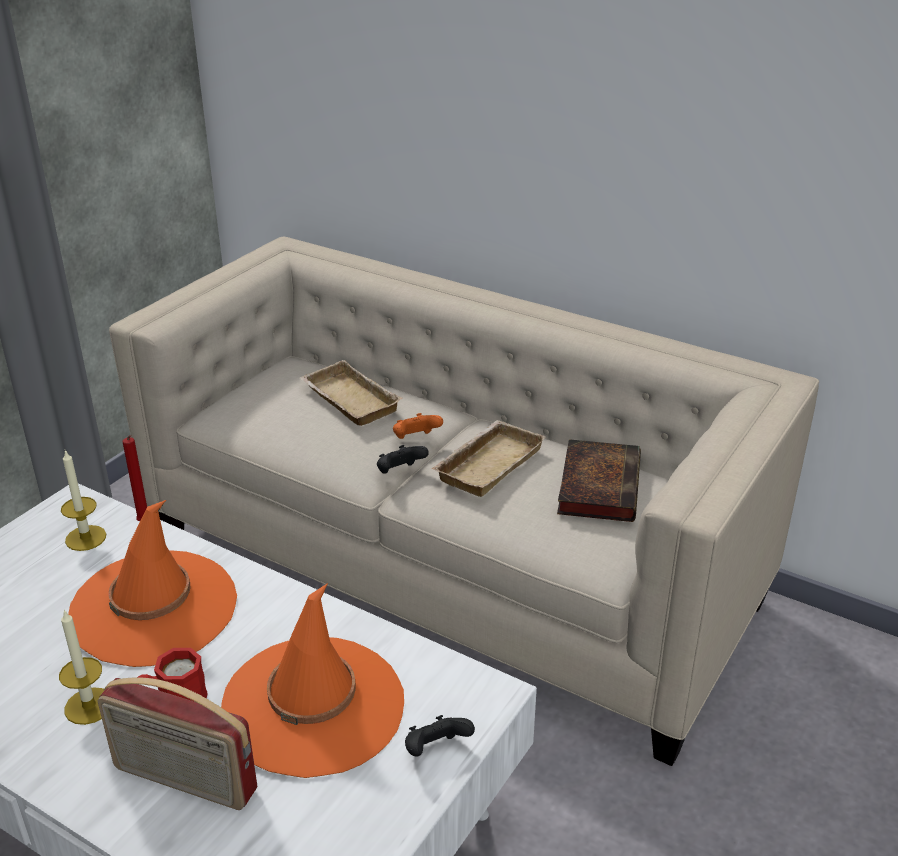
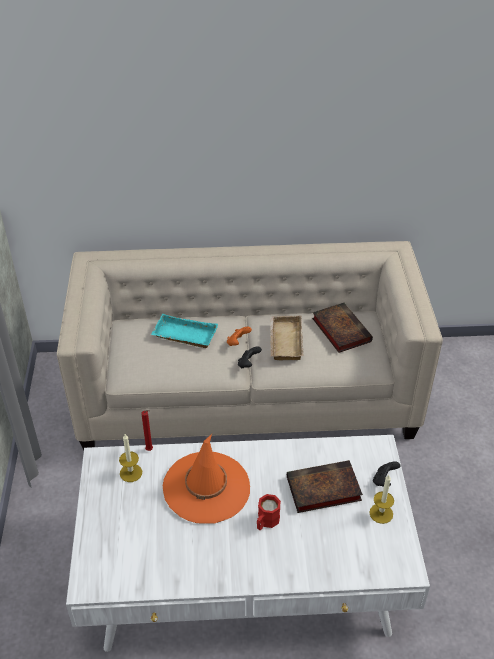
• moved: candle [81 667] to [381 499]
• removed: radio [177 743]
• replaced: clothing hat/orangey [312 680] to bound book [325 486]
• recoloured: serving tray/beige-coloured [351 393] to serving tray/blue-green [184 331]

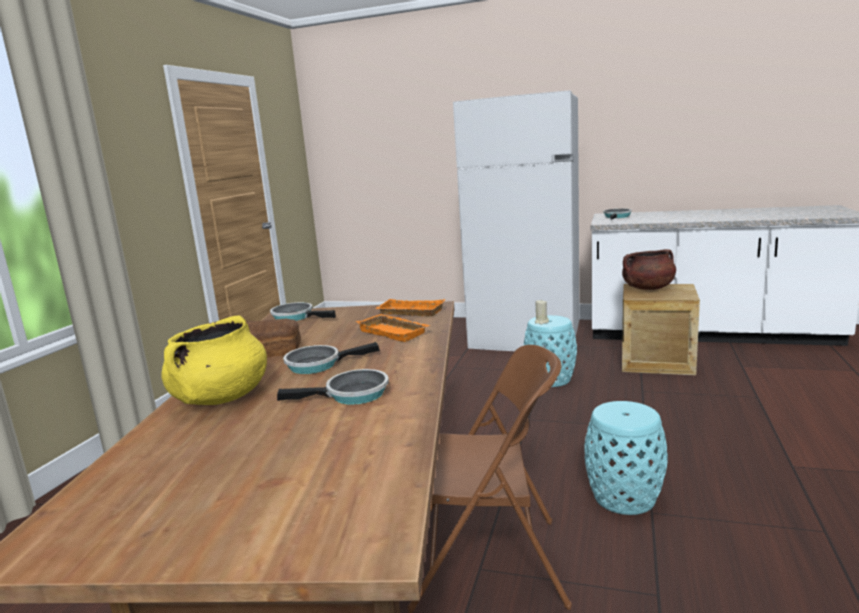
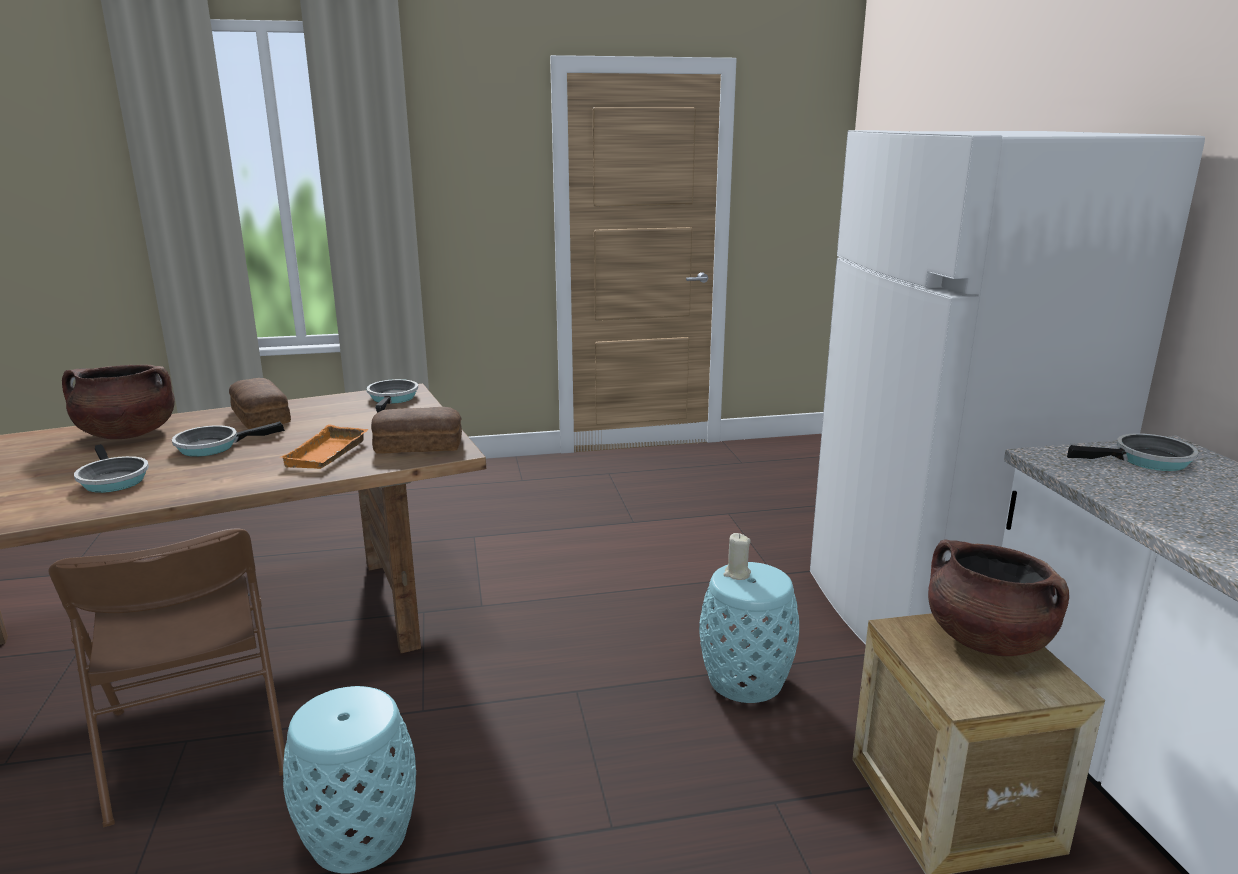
• recoloured: stockpot/yellow-coloured [214 360] to stockpot/brownish [118 402]
• turned: frying pan [331 358] = [228 439] 75 degrees counterclockwise
• replaced: serving tray/orangey [410 308] to bread [416 430]

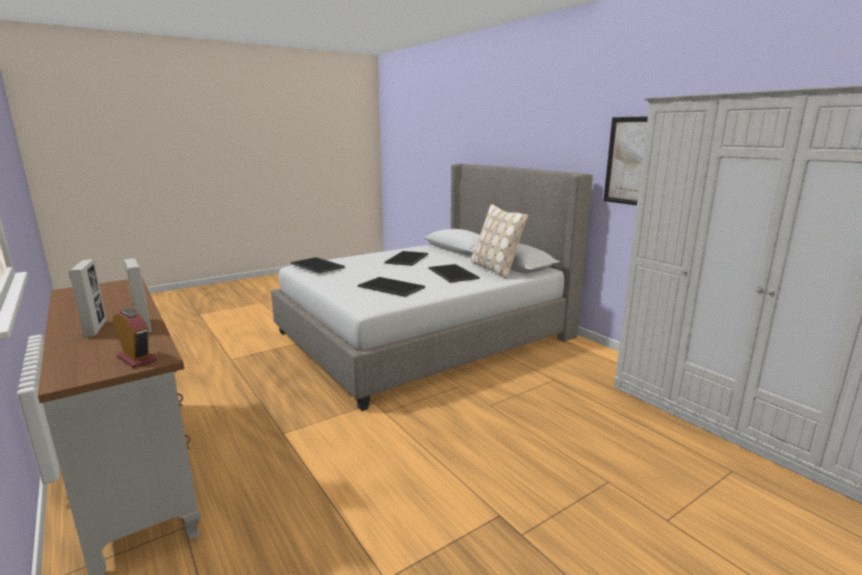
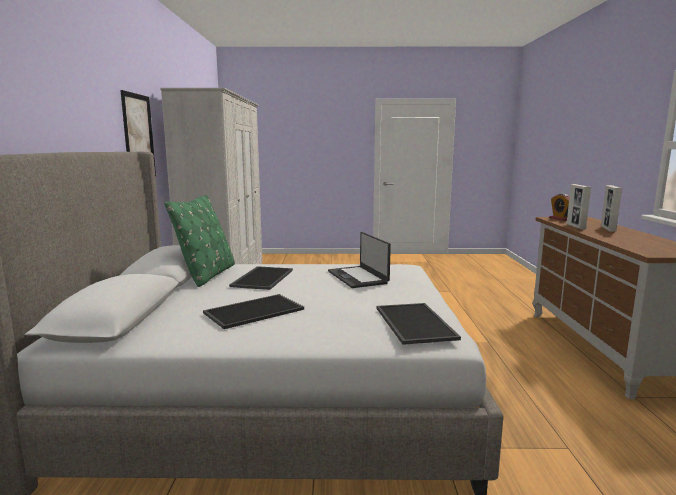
• replaced: serving tray [391 287] to laptop [359 260]
• recoloured: cushion/beige-coloured [499 241] to cushion/green-coloured [199 241]

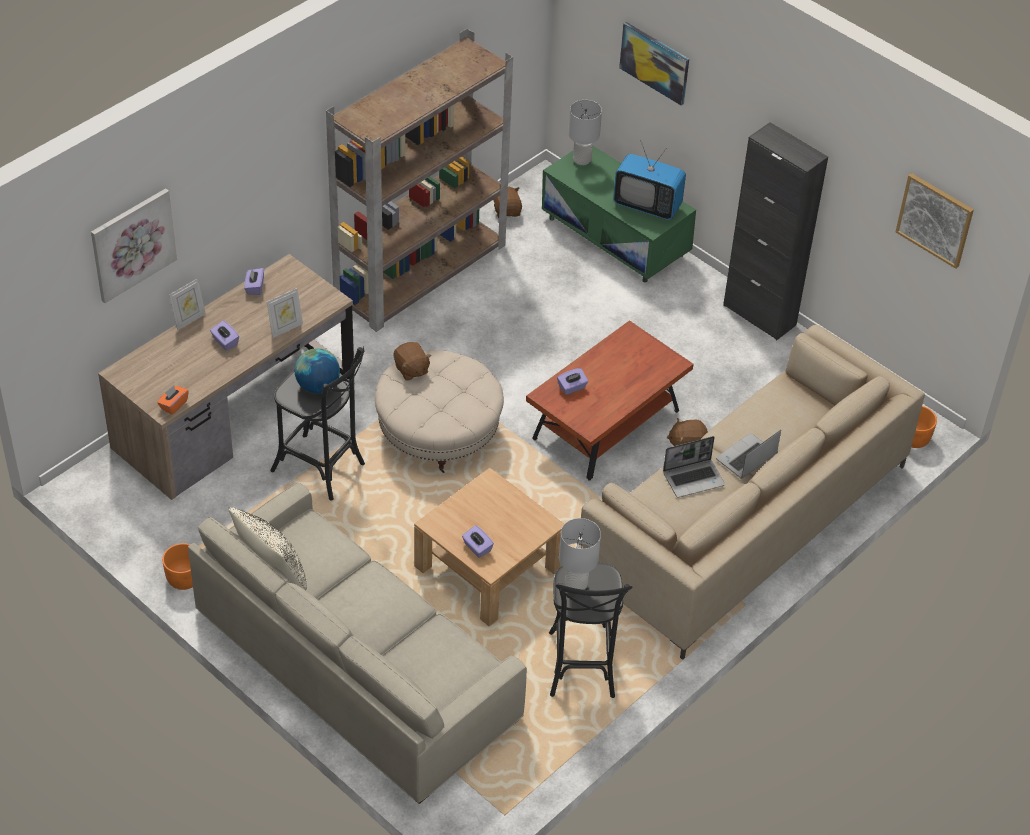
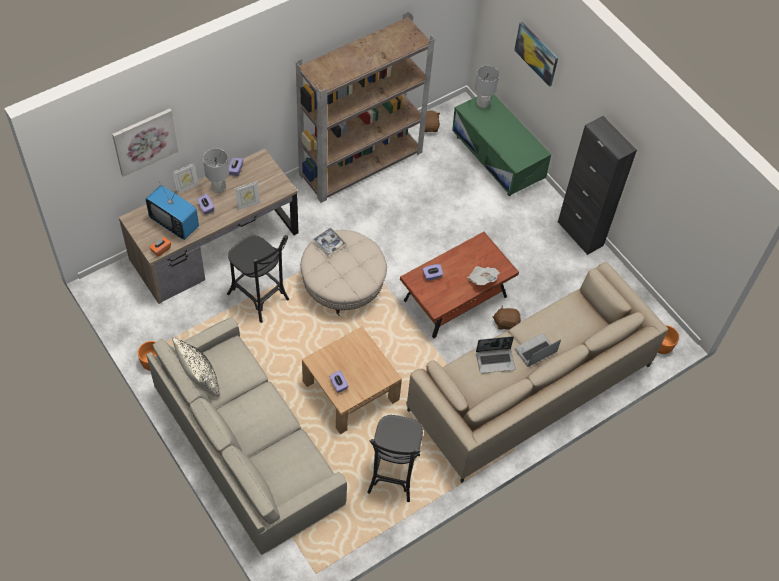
• removed: world globe [317 370]
• replaced: cuddly toy/brownish [412 361] to serving tray [329 242]
• moved: lamp for a table/grey [580 554] to [216 170]
• moved: television [649 180] to [172 211]
• removed: wall picture [934 221]
• added: printed paper [483 275]

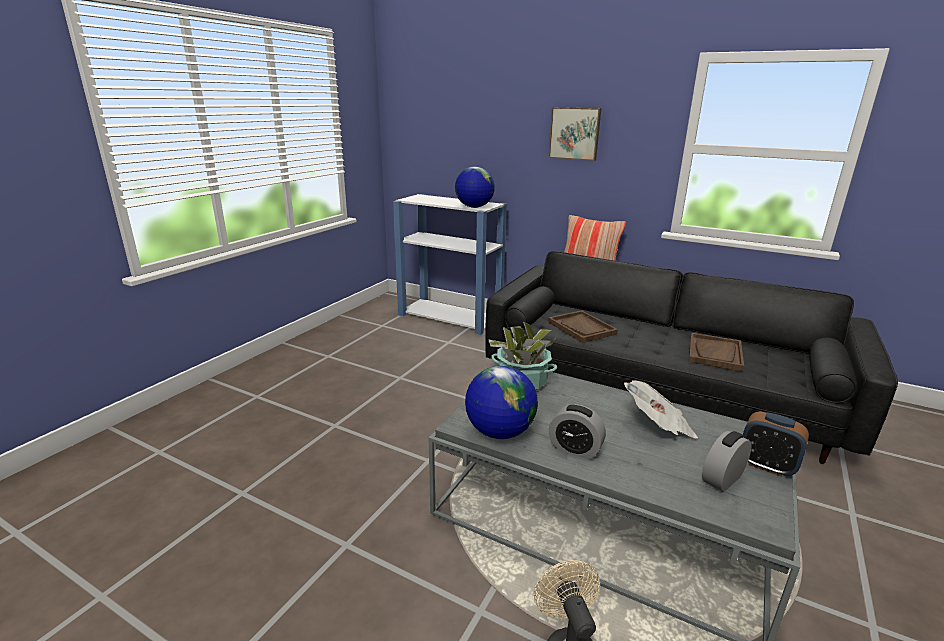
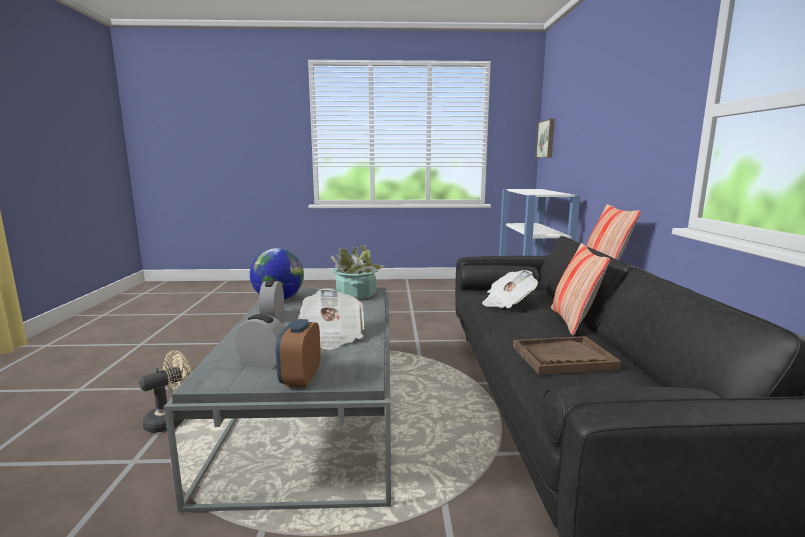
• removed: world globe [475 187]
• moved: wall picture [574 134] to [545 138]
• replaced: serving tray/brownish [583 326] to printed paper [510 289]
• added: cushion [580 289]

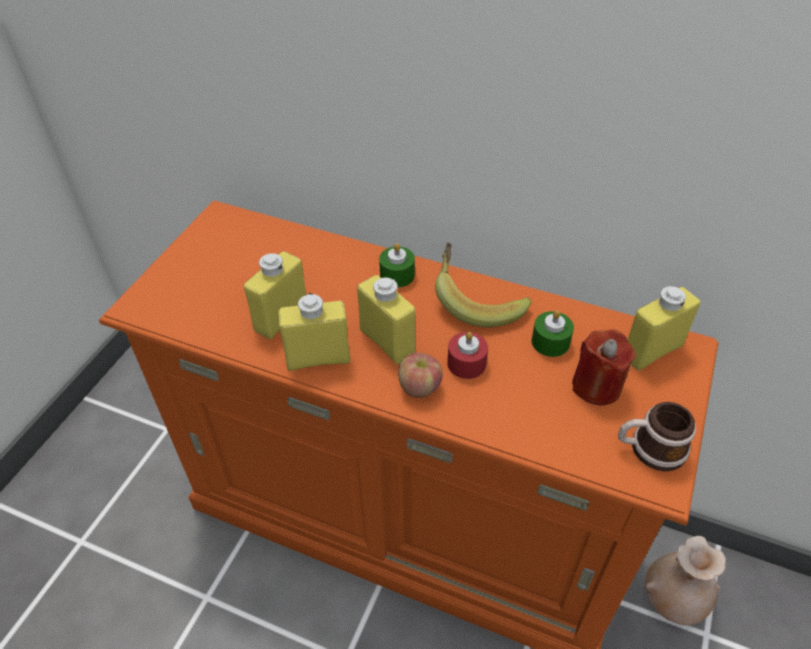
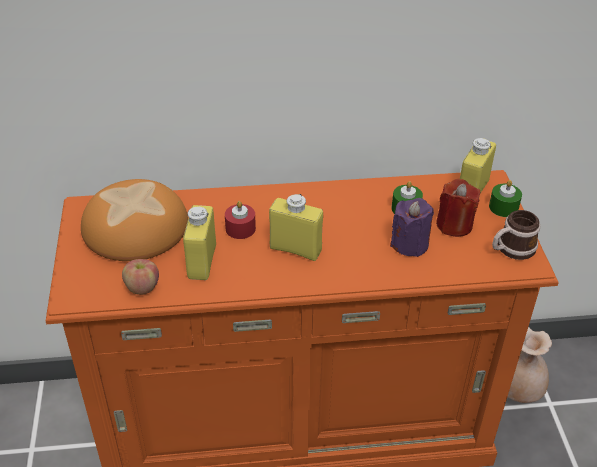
• removed: drink bottle/yellow-coloured [314 332]
• moved: candle/green-coloured [397 265] to [505 198]
• moved: apple fruit [420 375] to [140 277]
• removed: whole banana [483 284]
• moved: candle/red [467 355] to [240 220]
• added: bread [134 220]
• added: candle/purplish [412 227]

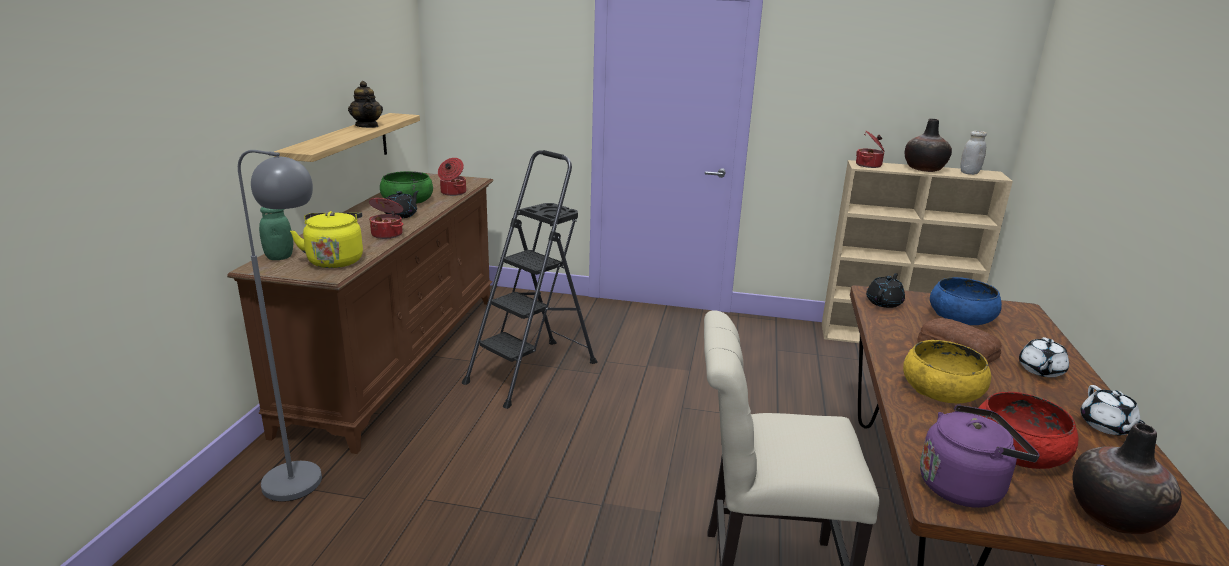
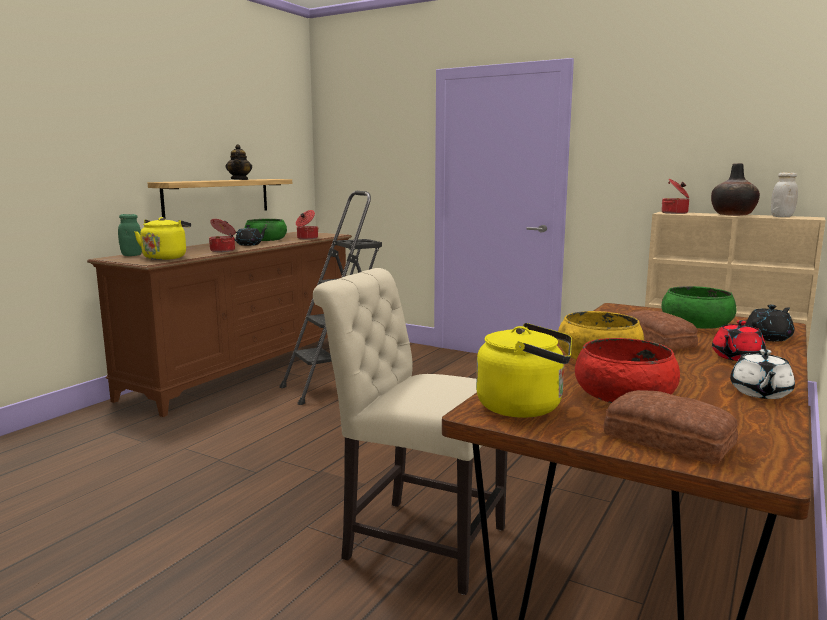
• removed: standing lamp/grey [280 326]
• moved: pot for tea/blackish [885 290] to [769 323]
• recoloured: tea kettle/purplish [980 456] to tea kettle/yellow-coloured [524 370]
• recoloured: serving bowl/bluish [966 301] to serving bowl/green-coloured [699 307]
• recoloured: pot for tea/white-coloured [1044 357] to pot for tea/red [739 340]
• replaced: decorative vase [1127 478] to bread [671 427]

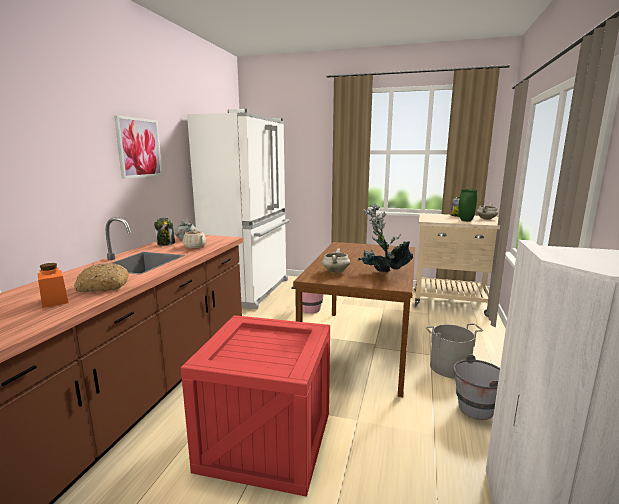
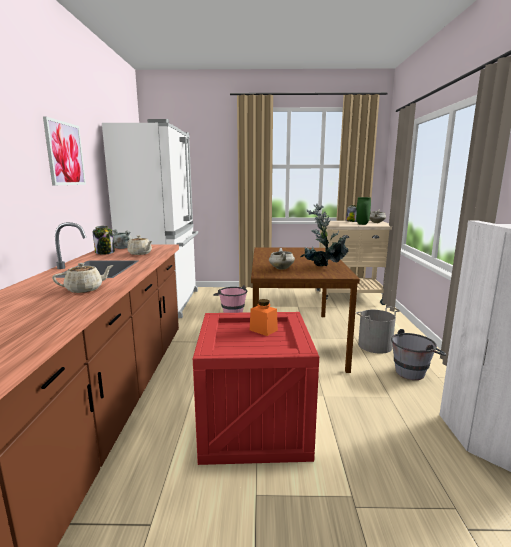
• moved: storage jar/orangey [53 285] to [264 317]
• replaced: bread [101 277] to pot for tea/beige-coloured [83 278]

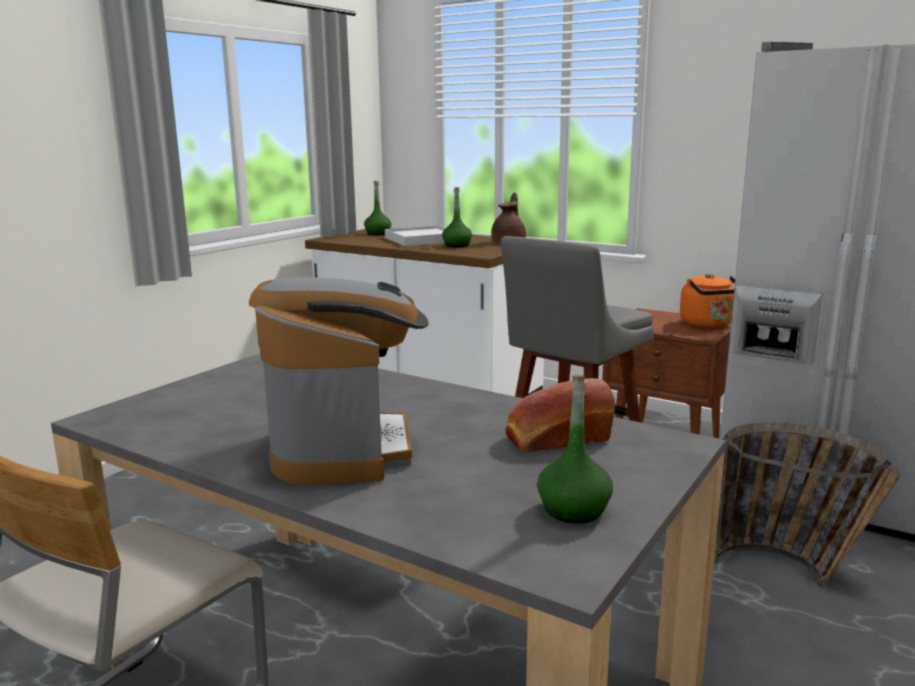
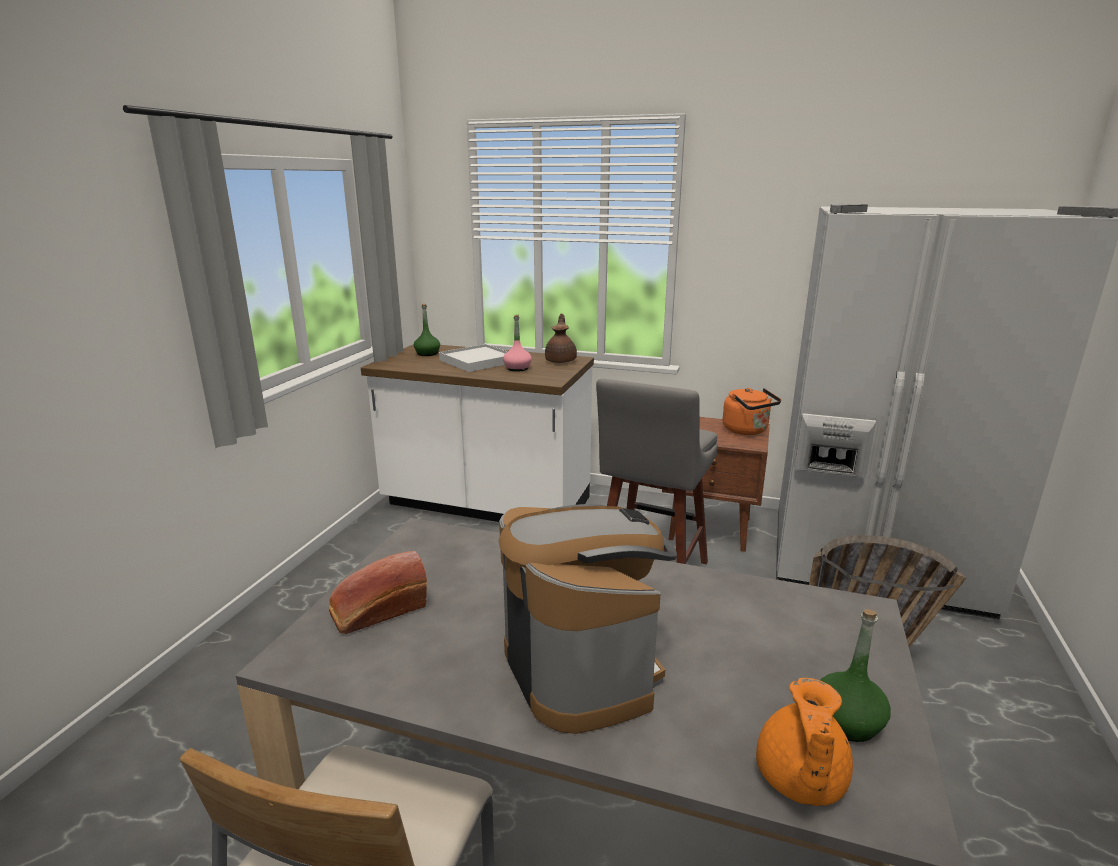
• recoloured: drink bottle/green-coloured [457 217] to drink bottle/pinkish [517 343]
• moved: bread [560 415] to [378 592]
• added: pot for tea/orangey [804 742]

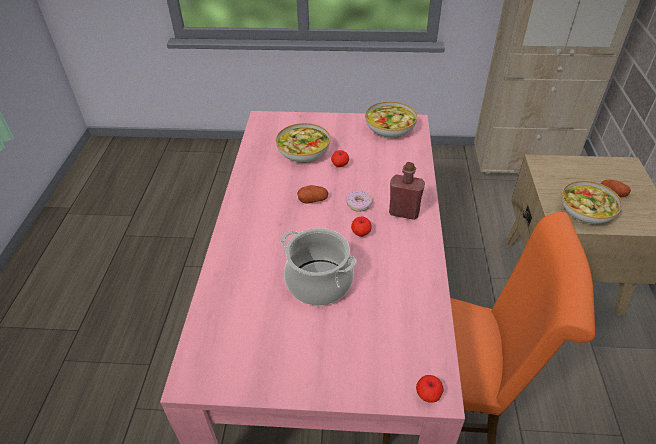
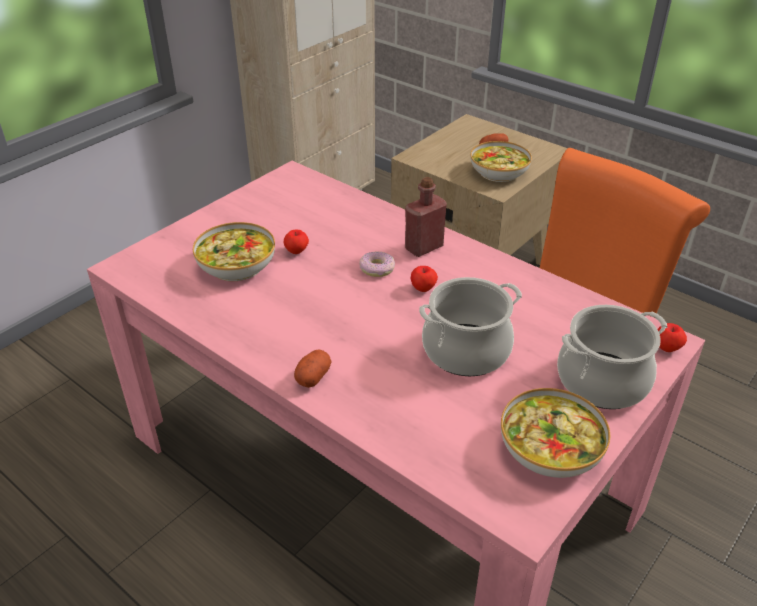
• moved: potato [312 194] to [313 368]
• moved: serving bowl [391 120] to [555 433]
• added: stockpot [612 357]

